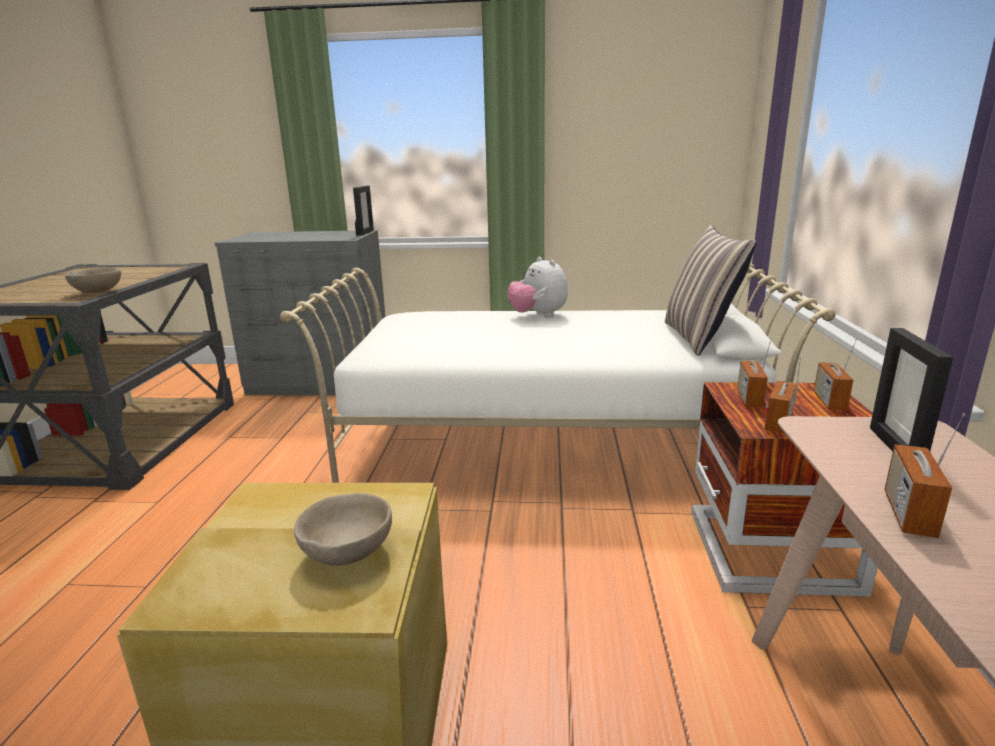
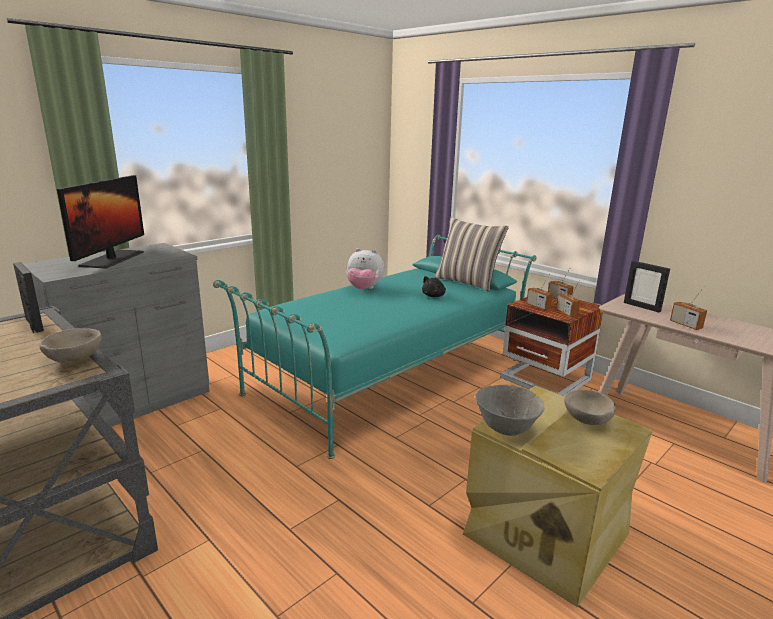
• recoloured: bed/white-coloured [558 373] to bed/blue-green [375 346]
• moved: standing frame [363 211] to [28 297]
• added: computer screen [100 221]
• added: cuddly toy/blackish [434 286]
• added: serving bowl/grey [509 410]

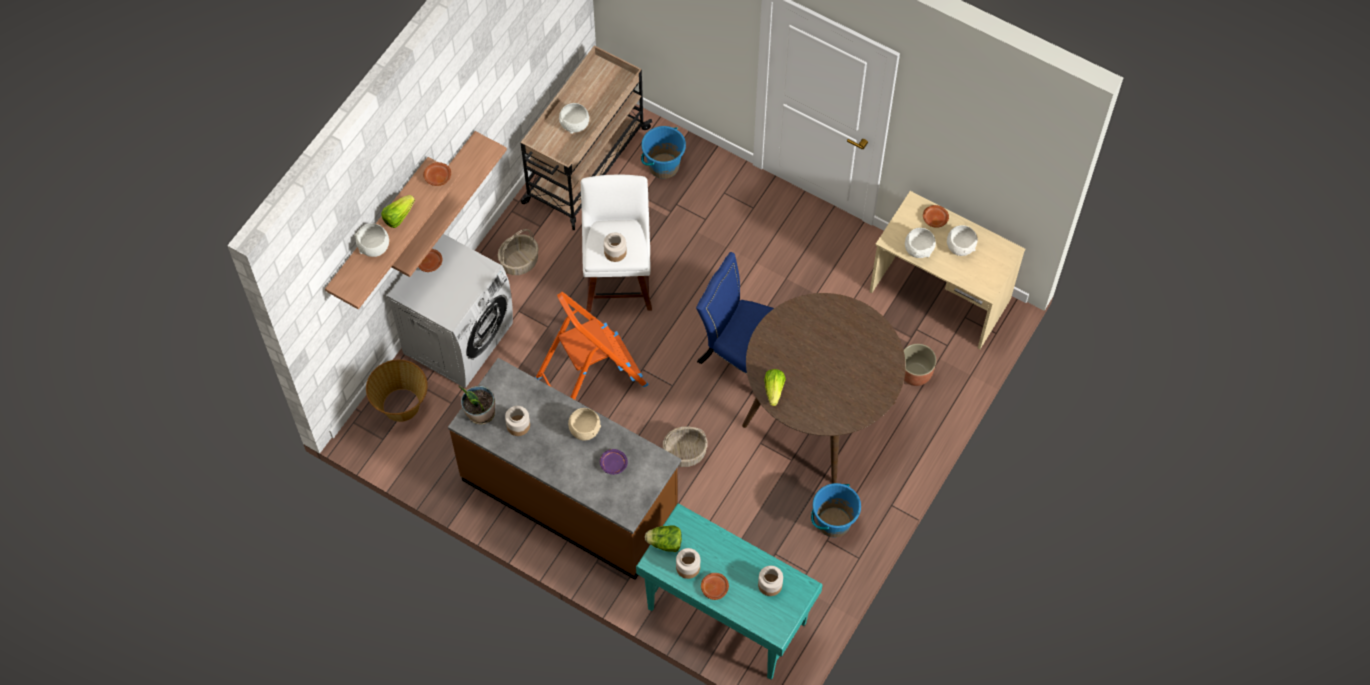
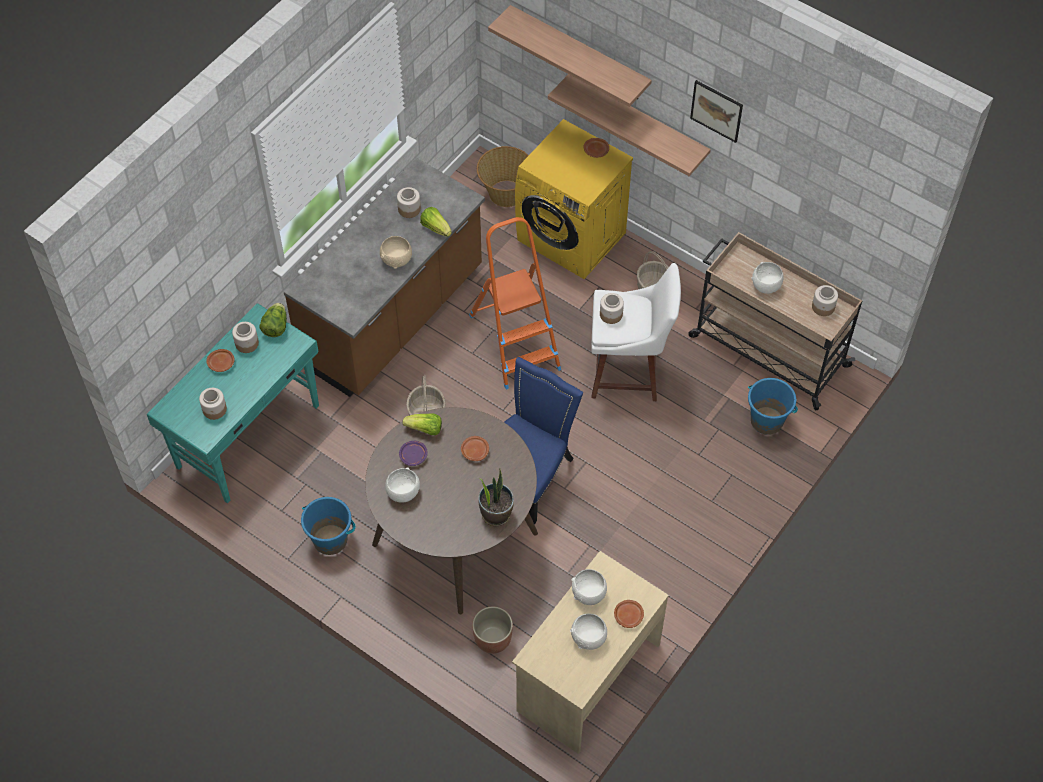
• moved: serving bowl/white-coloured [372 240] to [402 485]
• moved: lettuce [398 211] to [436 222]
• recoloured: washing machine/white-coloured [450 311] to washing machine/yellow-coloured [574 199]
• moved: plate/brownish [437 174] to [475 448]
• moved: houseplant [477 405] to [496 497]
• moved: plate/purplish [614 462] to [413 453]
• added: wall picture [716 111]
• added: storage jar [825 300]

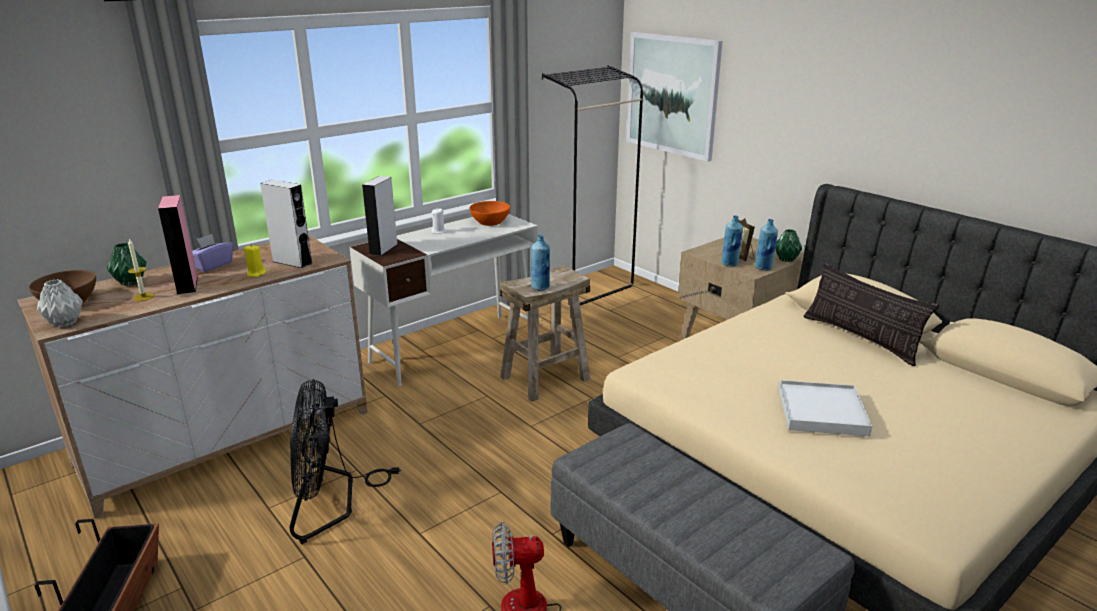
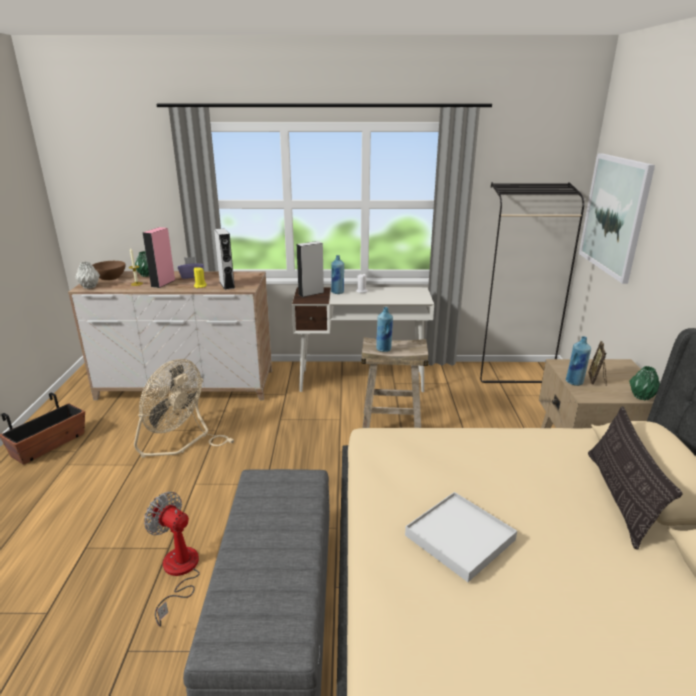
• recoloured: cooling fan/blackish [345 461] to cooling fan/beige-coloured [184 408]
• removed: serving bowl/orangey [490 213]
• moved: drink bottle/bluish [766 244] to [337 274]

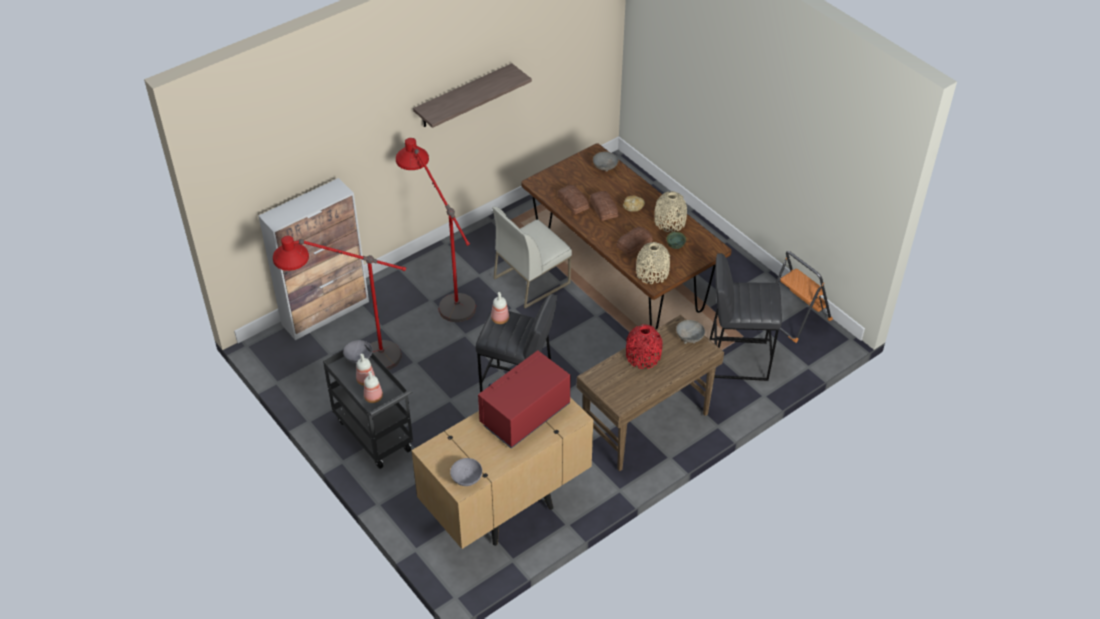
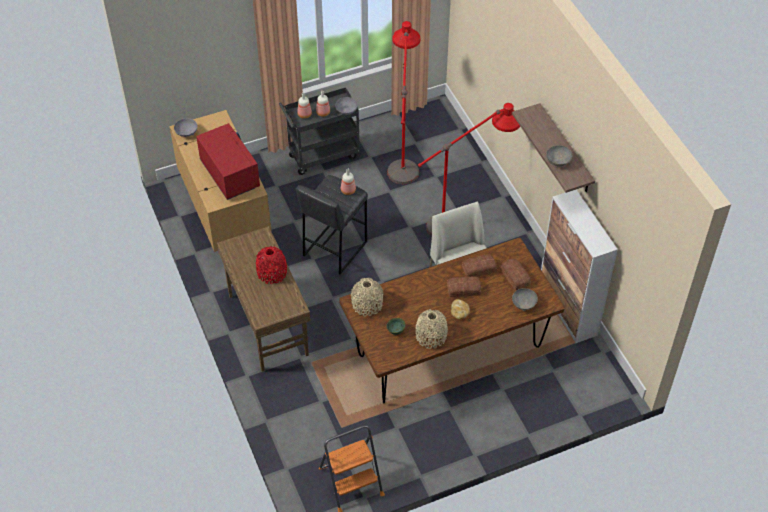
• moved: cupboard [313 259] to [579 266]
• moved: bread [634 241] to [515 274]
• moved: serving bowl/grey [690 332] to [559 155]
• removed: stool/grey [746 317]

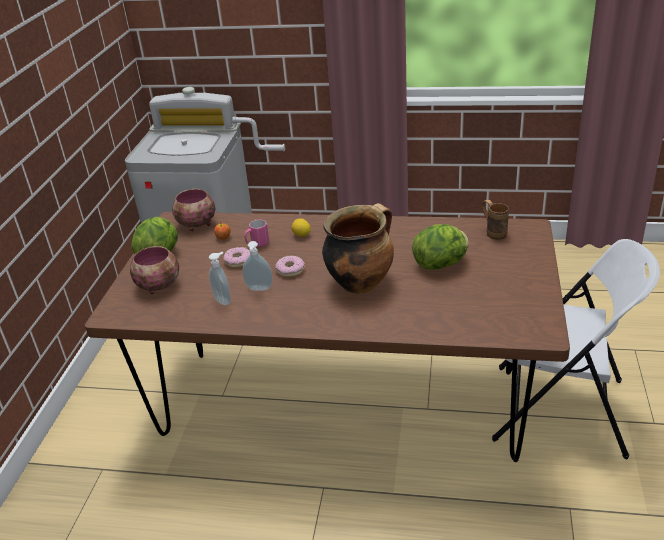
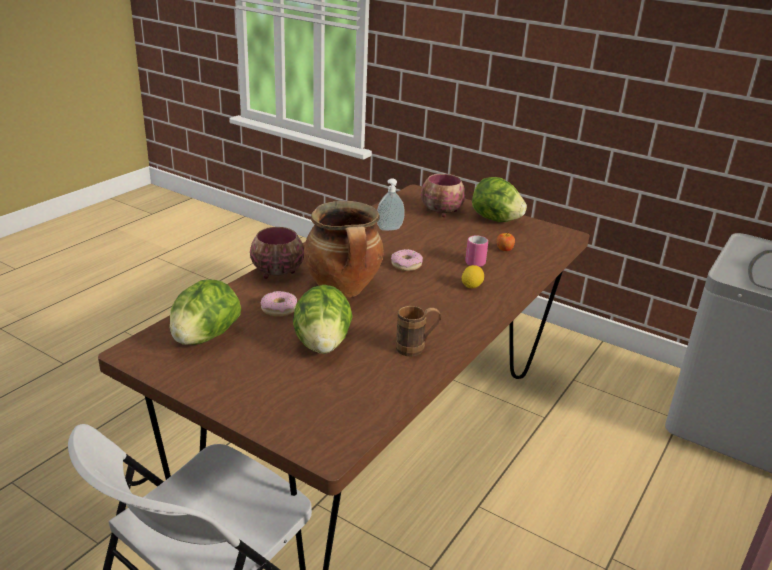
• moved: serving bowl [193 210] to [277 253]
• moved: doughnut [236 257] to [279 303]
• removed: soap dispenser [257 266]
• moved: mug/brownish [495 220] to [418 331]
• added: lettuce [205 312]

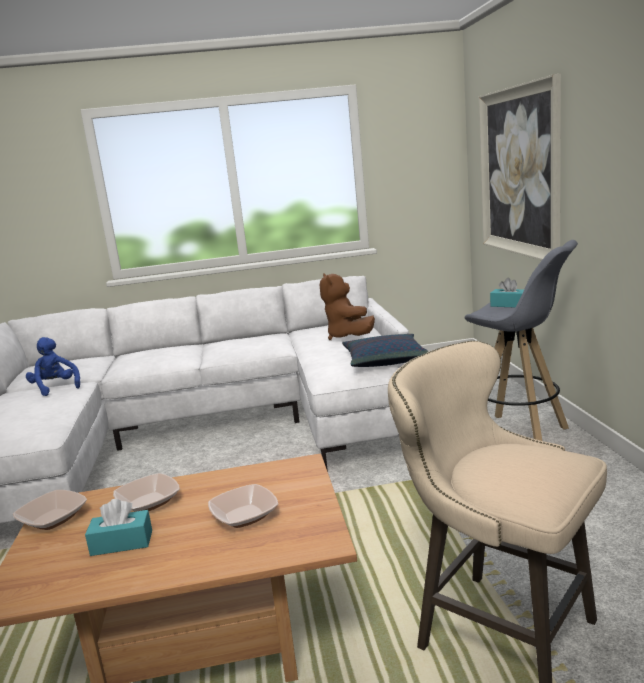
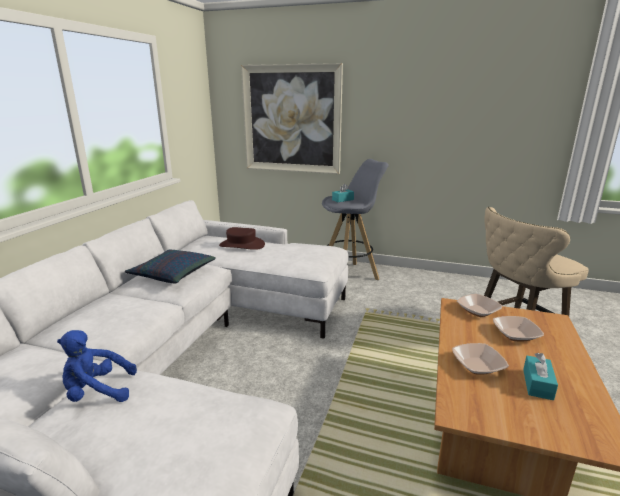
• moved: serving bowl [49 510] to [480 305]
• replaced: cuddly toy/brownish [347 306] to clothing hat/brownish [242 238]
• moved: cushion/bluish [385 350] to [170 266]

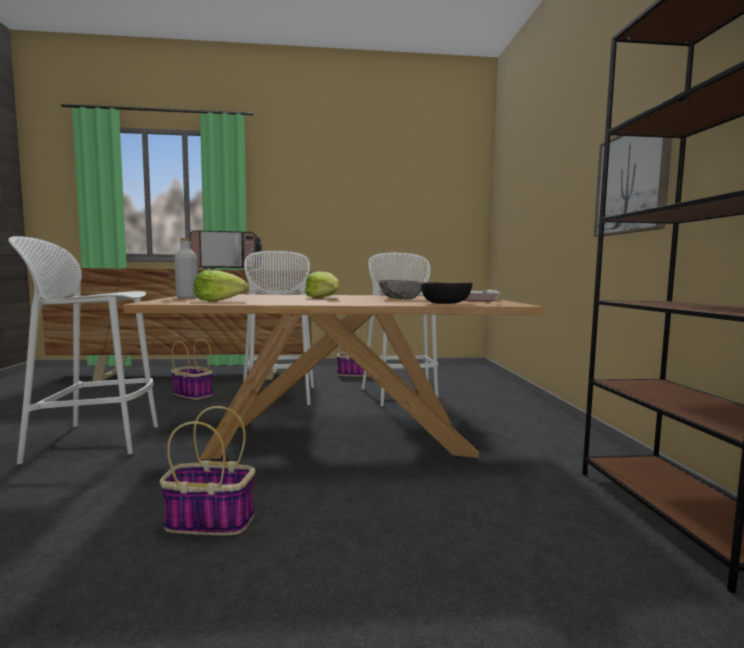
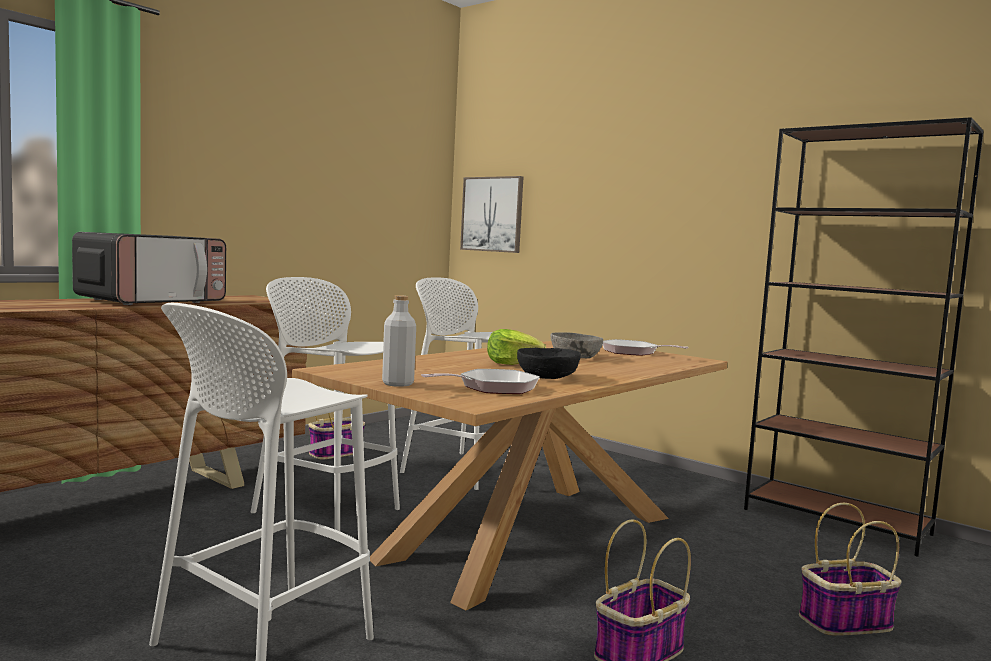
• moved: household basket [192 369] to [850 569]
• replaced: lettuce [221 285] to frying pan [480 381]
• moved: serving bowl/blackish [447 293] to [549 363]
• moved: wall picture [633 186] to [491 214]

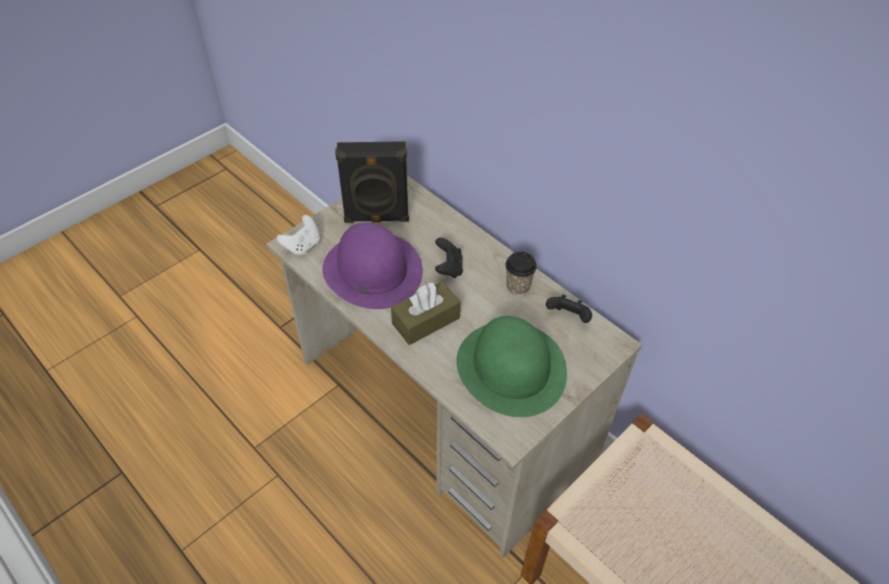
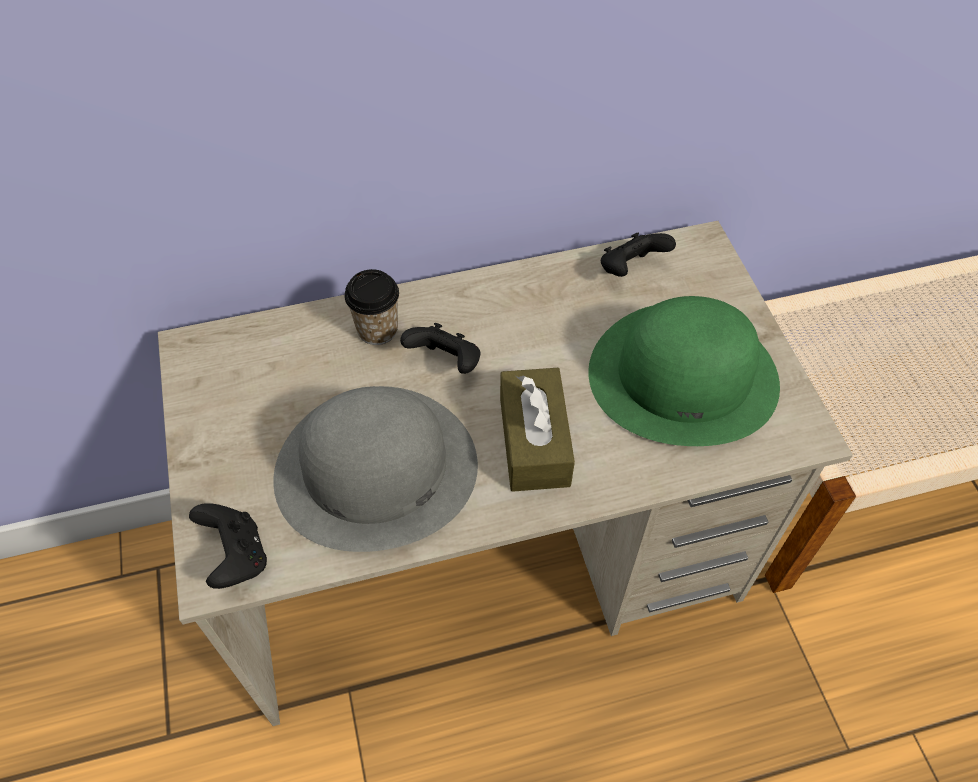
• recoloured: joypad/white-coloured [298 235] to joypad/blackish [228 546]
• recoloured: clothing hat/purplish [372 265] to clothing hat/grey [375 469]
• removed: speaker/blackish [372 182]
• moved: drinking cup [521 273] to [371 307]

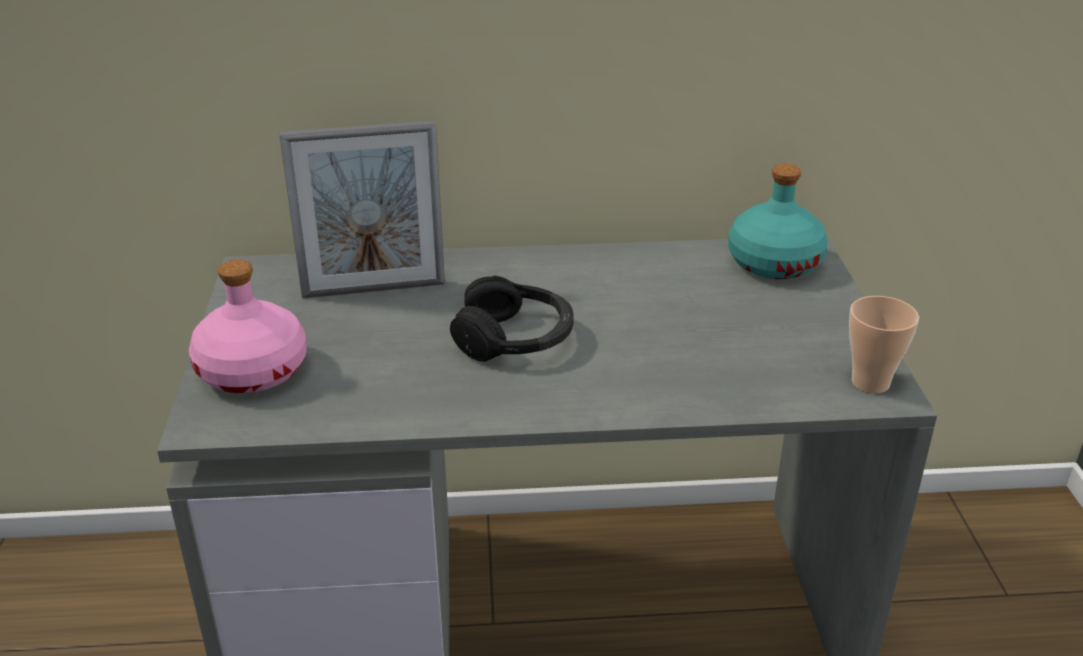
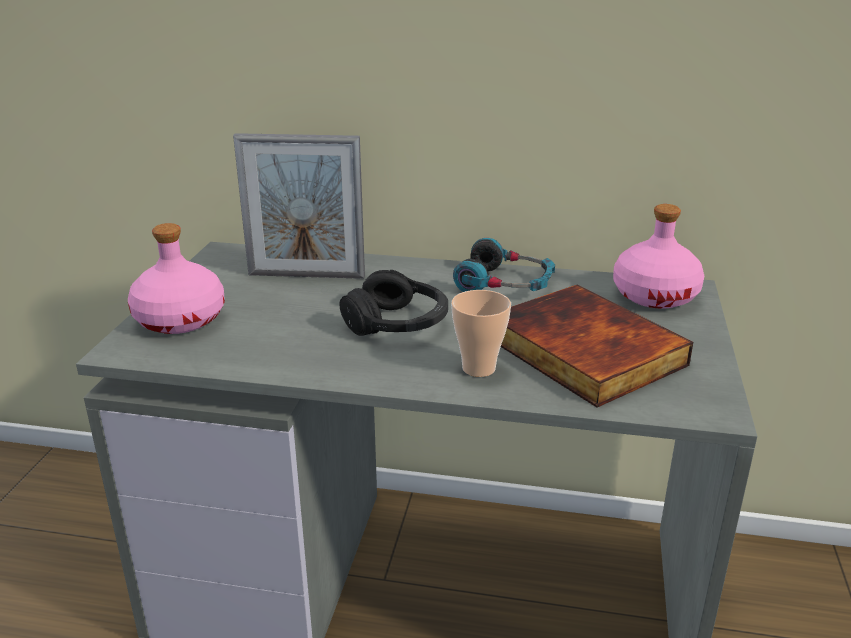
• recoloured: drink bottle/blue-green [778 221] to drink bottle/pinkish [658 256]
• moved: drinking cup [884 344] to [481 333]
• added: headset [504 265]
• added: bound book [597 346]

